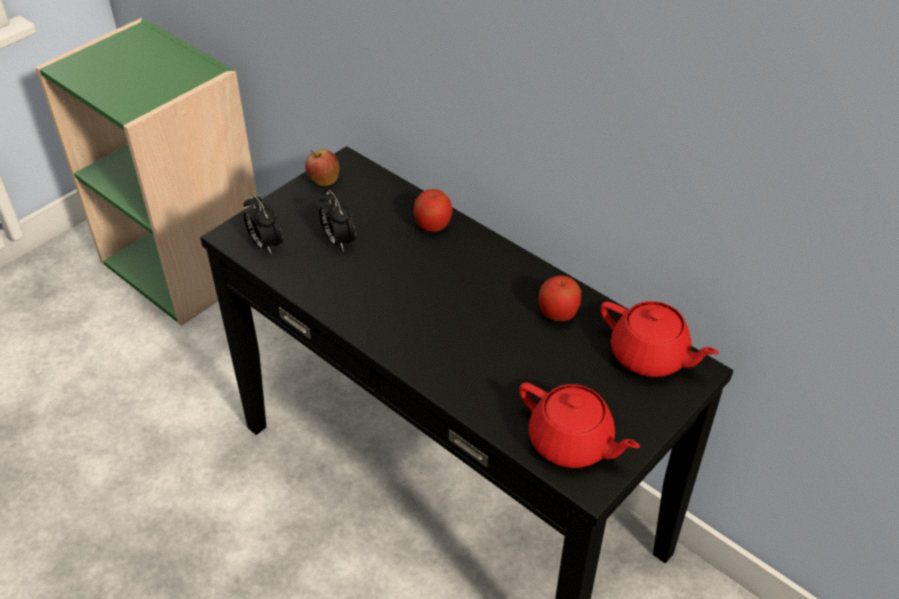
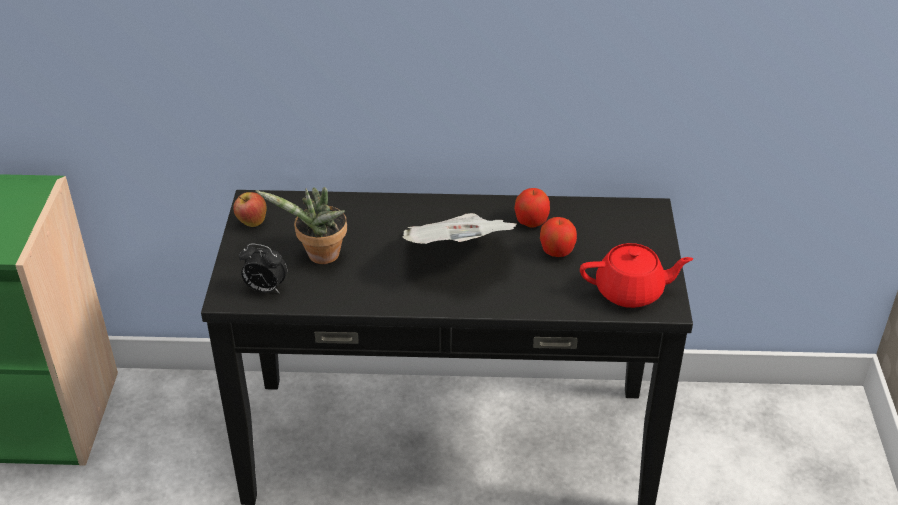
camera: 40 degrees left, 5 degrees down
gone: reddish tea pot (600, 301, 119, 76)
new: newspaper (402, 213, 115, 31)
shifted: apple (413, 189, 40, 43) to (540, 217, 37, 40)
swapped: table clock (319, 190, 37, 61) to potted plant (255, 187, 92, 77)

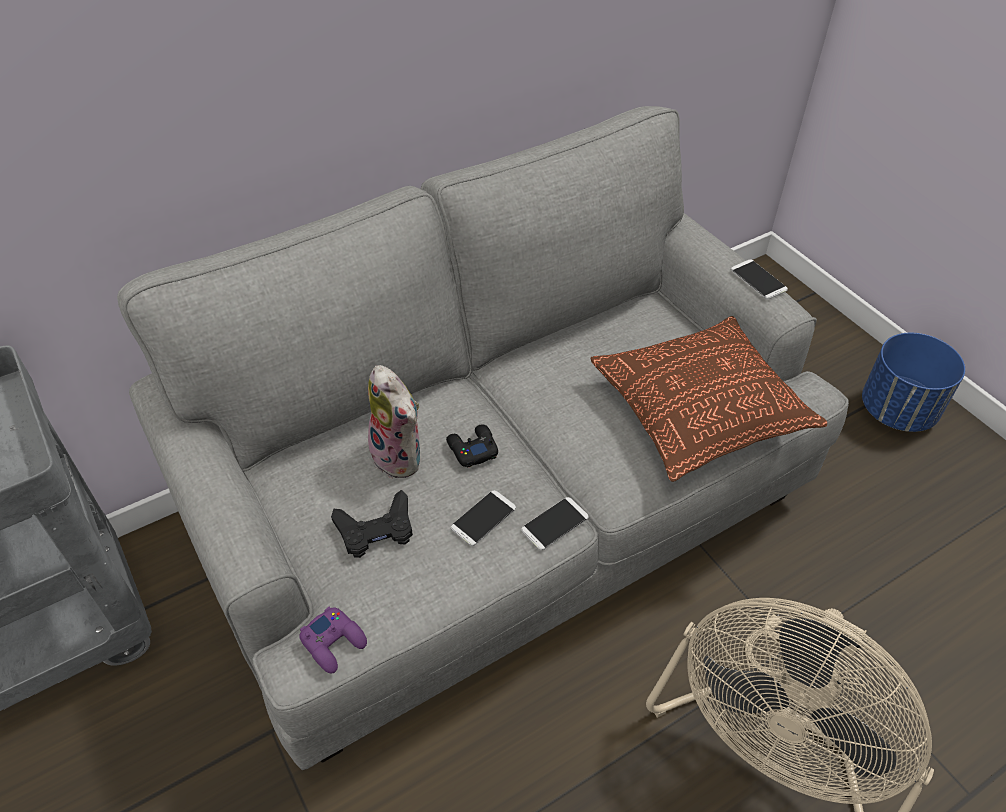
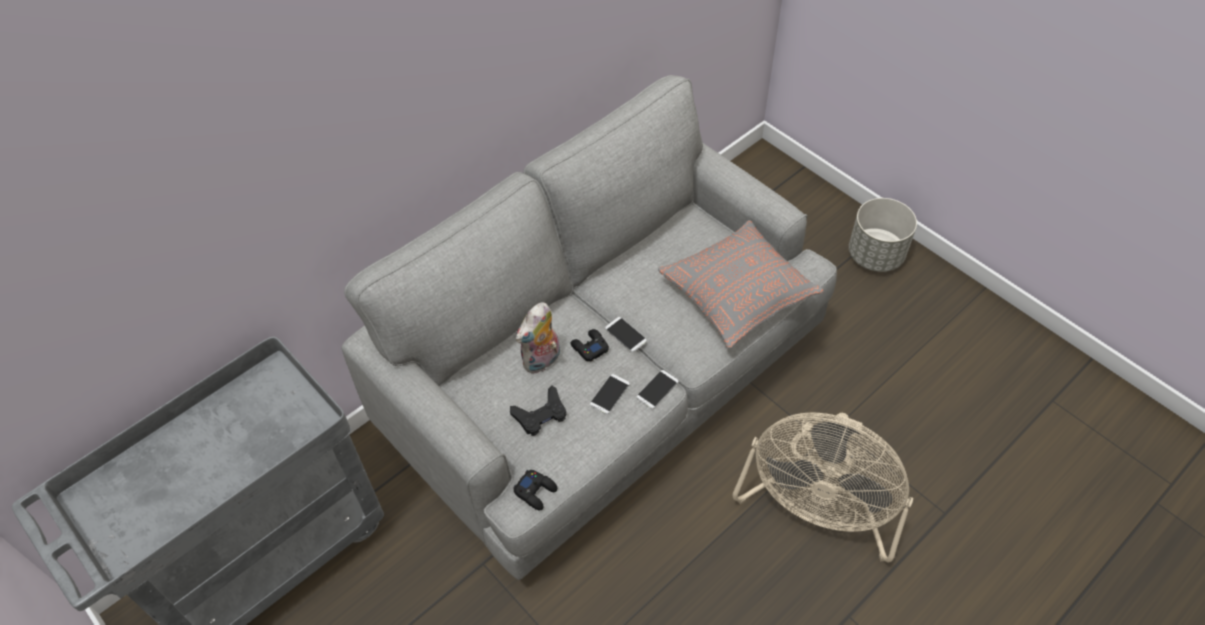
camera: 10 degrees left, 5 degrees up
shifted: phone (731, 260, 57, 39) to (605, 317, 42, 35)
repainted: purple-coloured game controller (299, 607, 68, 67) to black game controller (513, 470, 44, 41); brown pillow (590, 316, 237, 166) to gray pillow (658, 220, 166, 129); bluish flower pot (862, 333, 103, 99) to gray flower pot (849, 198, 68, 74)
rotated: cuddly toy (366, 365, 54, 114) = (516, 303, 44, 71) 90 degrees clockwise

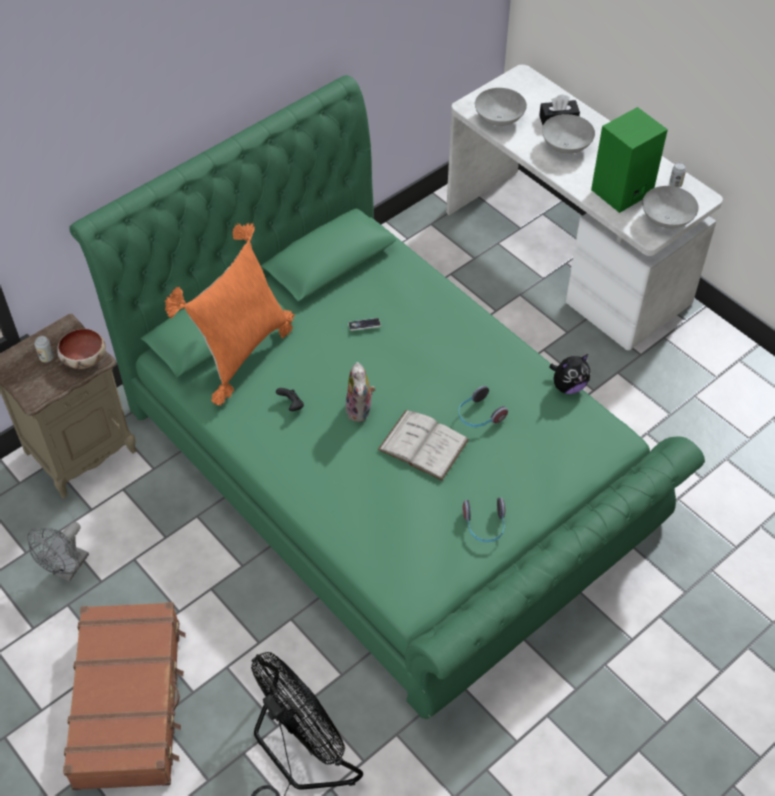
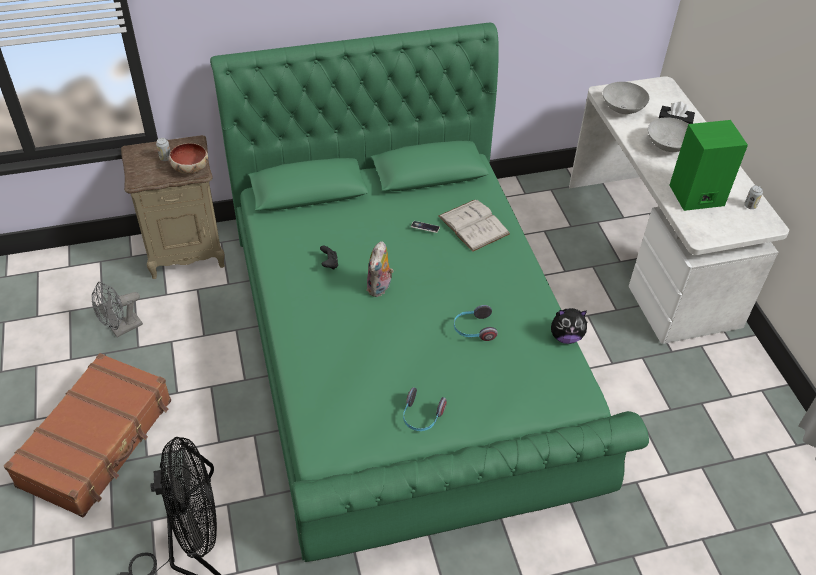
camera: 25 degrees right, 5 degrees down
gone: orange-coloured pillow (165, 223, 130, 183); gray bowl (642, 186, 57, 42)
shifted: white book (378, 410, 91, 70) to (438, 200, 72, 52)

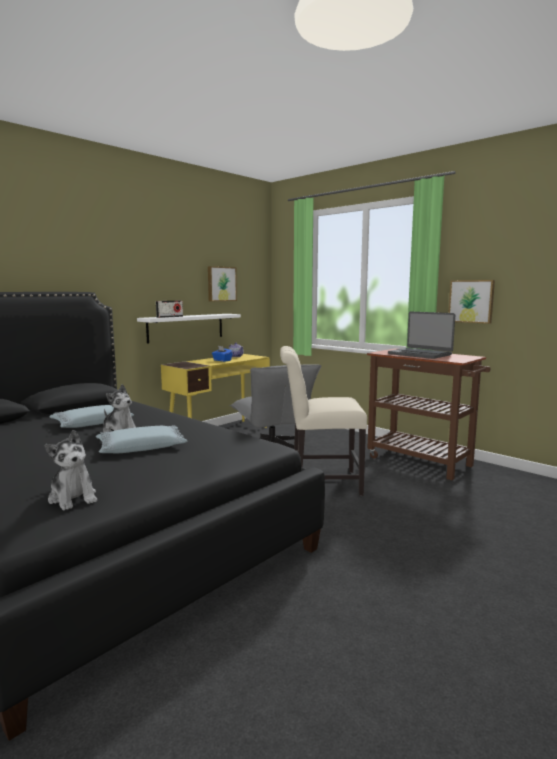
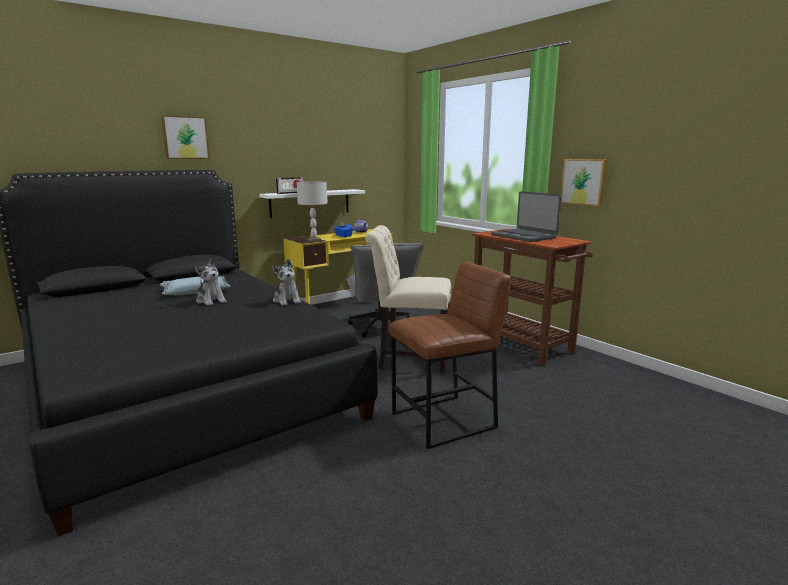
camera: 10 degrees right, 5 degrees up
gone: bluish pillow (96, 425, 91, 28)
new: gray tabletop lamp (296, 181, 31, 61); brown upright chair (389, 262, 122, 187)
shifted: cuddly toy (45, 430, 52, 80) to (272, 259, 29, 47); picture (208, 266, 29, 35) to (161, 115, 49, 44)

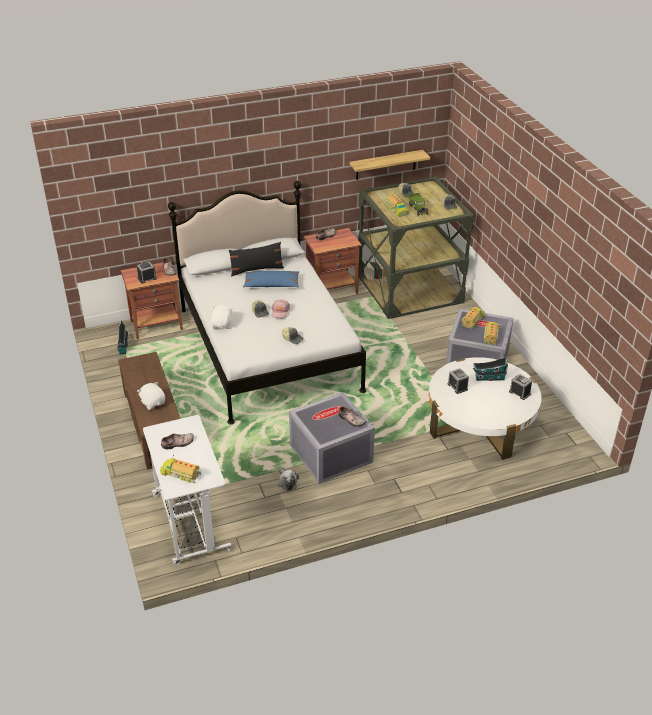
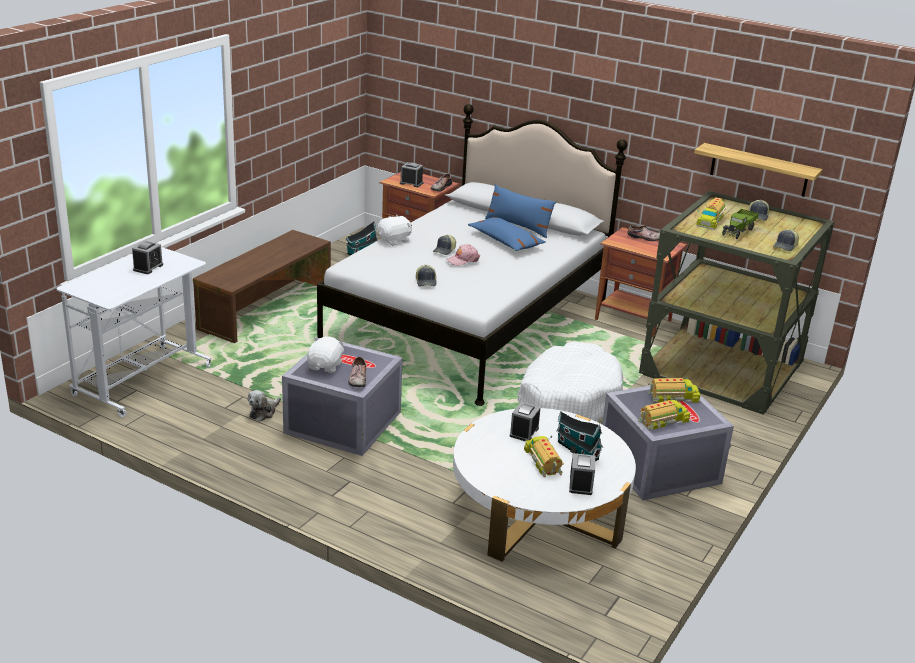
camera: 50 degrees right, 10 degrees down
new: white dog cushion (518, 342, 105, 79)
shifted: white cuddly toy (137, 382, 28, 28) to (307, 336, 39, 37); toy lorry (160, 455, 41, 28) to (524, 435, 40, 43)
swapped: item of footwear (161, 433, 33, 16) to table clock (132, 241, 31, 33)
repainted: black pillow (229, 242, 55, 35) to bluish pillow (485, 184, 71, 54)

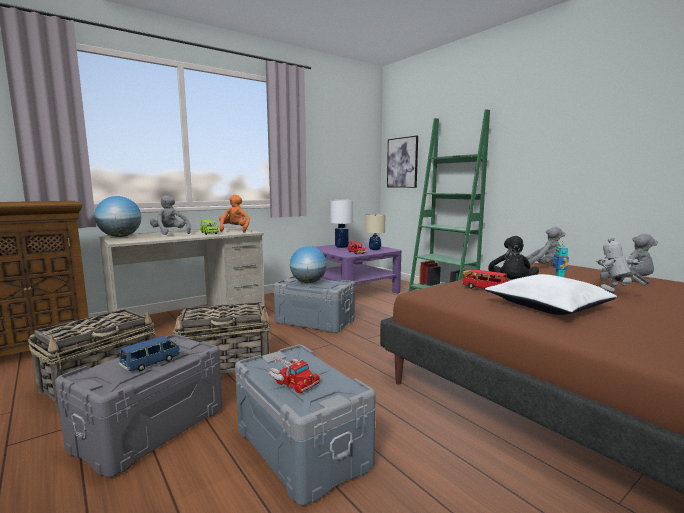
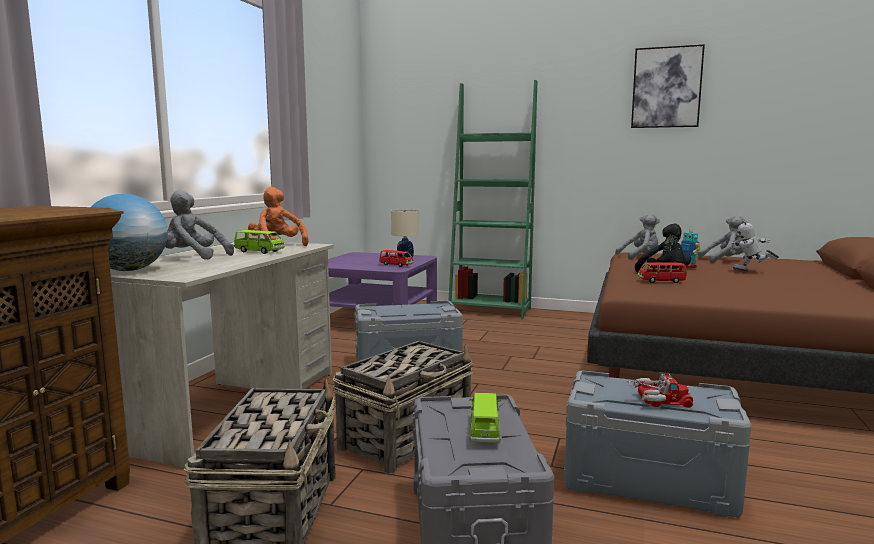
camera: 35 degrees left, 0 degrees up
gone: world globe (290, 246, 37, 37); white tabletop lamp (330, 200, 23, 48); white pillow (485, 274, 132, 41)
shifted: picture (387, 136, 31, 52) to (631, 44, 74, 84)
repainted: bluish miniature car (119, 336, 62, 35) to green-coloured miniature car (469, 393, 32, 50)

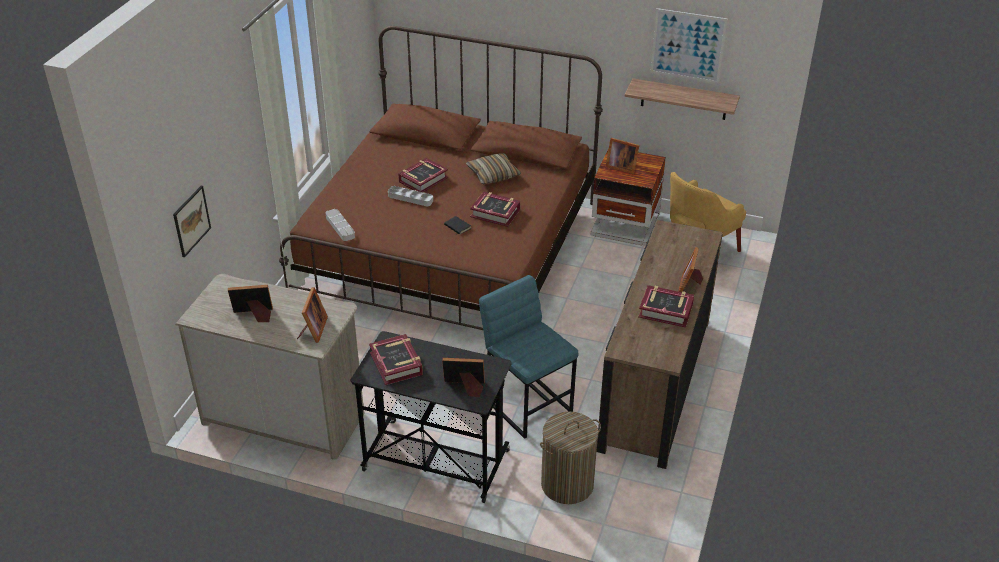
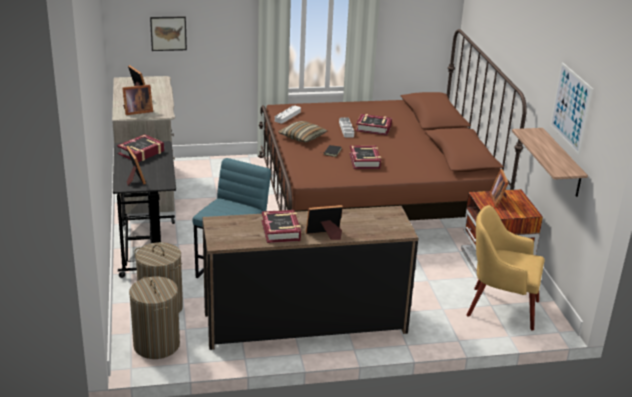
camera: 60 degrees right, 10 degrees down
new: hamper (129, 277, 51, 82)
shifted: pillow (466, 153, 55, 32) to (278, 121, 50, 21)

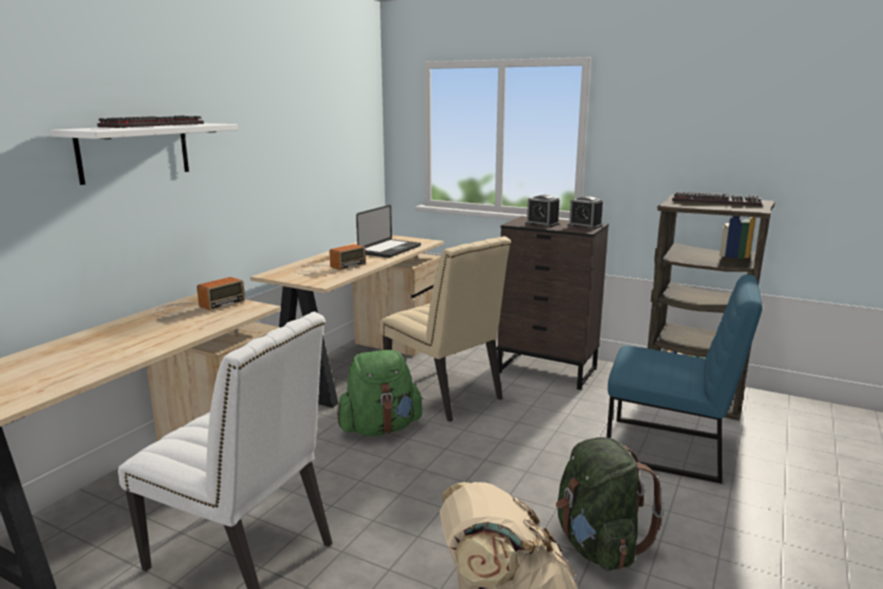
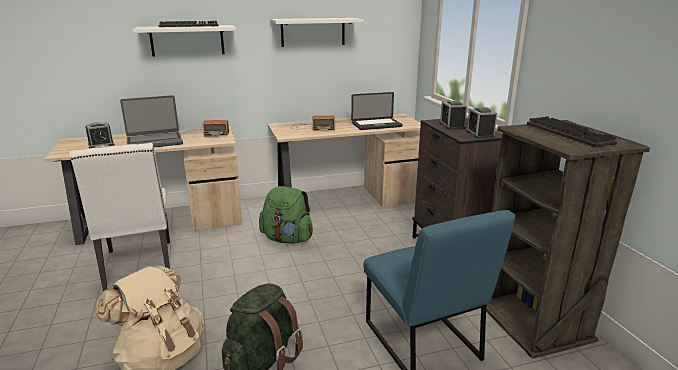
camera: 45 degrees right, 5 degrees up
gone: sand-coloured upright chair (380, 236, 131, 186)
new: table clock (85, 122, 29, 27); laptop (120, 95, 63, 52); white bracket shelf (270, 18, 94, 29)

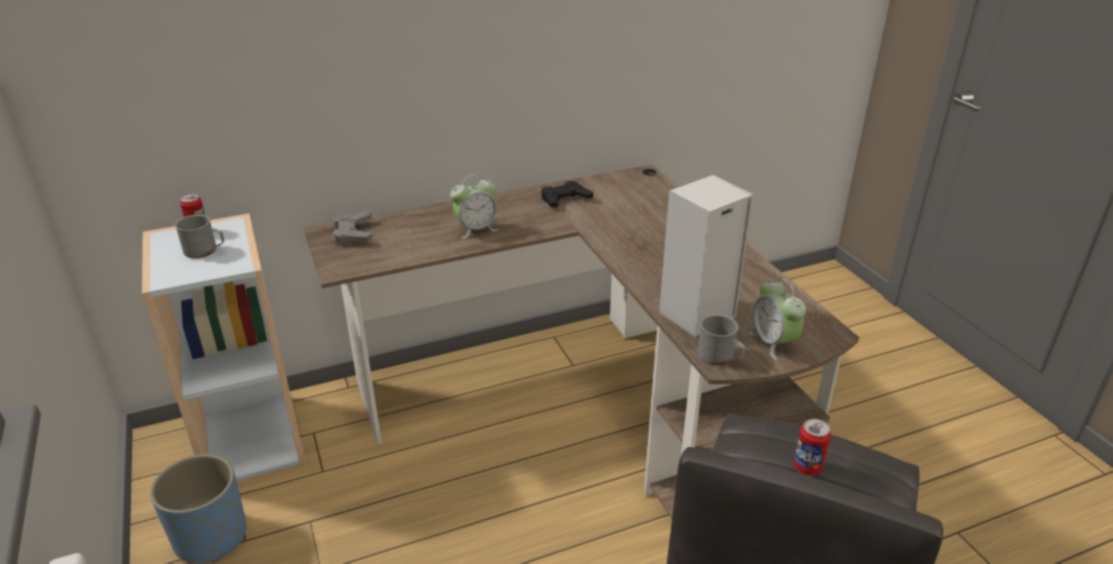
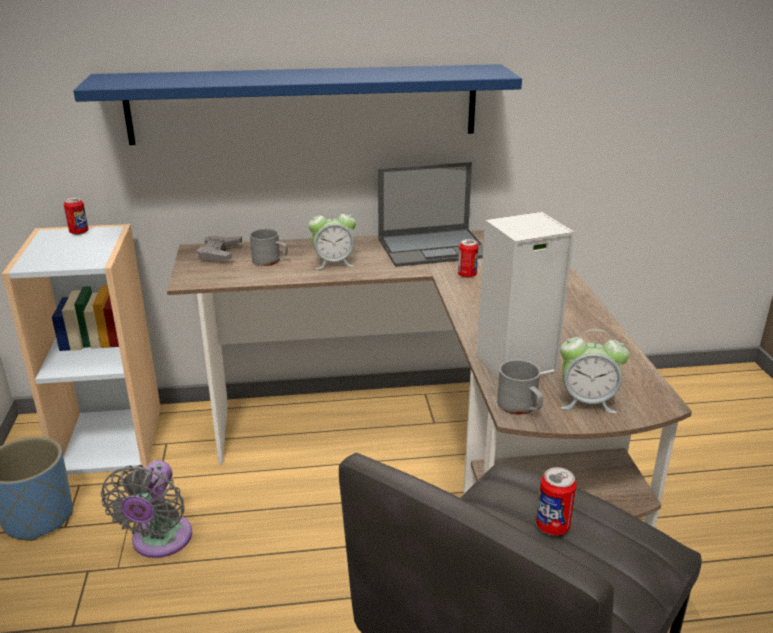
camera: 15 degrees right, 5 degrees down
new: bluish bracket shelf (73, 64, 449, 81); gray cooling fan (101, 460, 91, 98); can (458, 239, 20, 39)
shifted: gray mug (175, 215, 49, 43) to (249, 229, 39, 37)
swapped: black game controller (541, 181, 52, 27) to laptop (378, 162, 105, 105)
rotated: table clock (749, 279, 57, 81) = (560, 329, 69, 84) 75 degrees counterclockwise

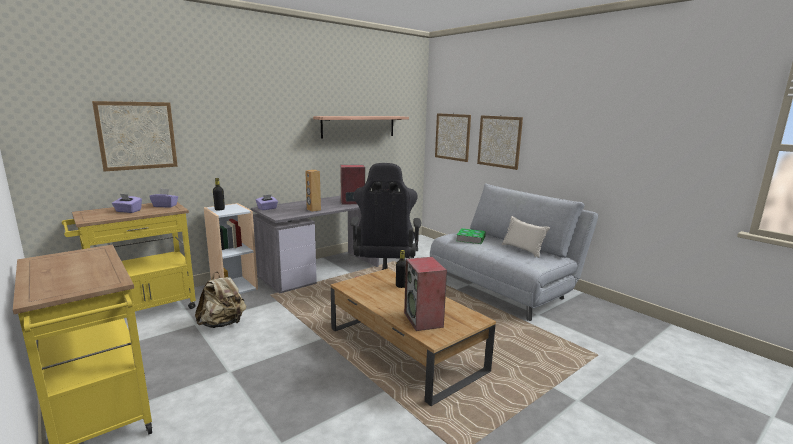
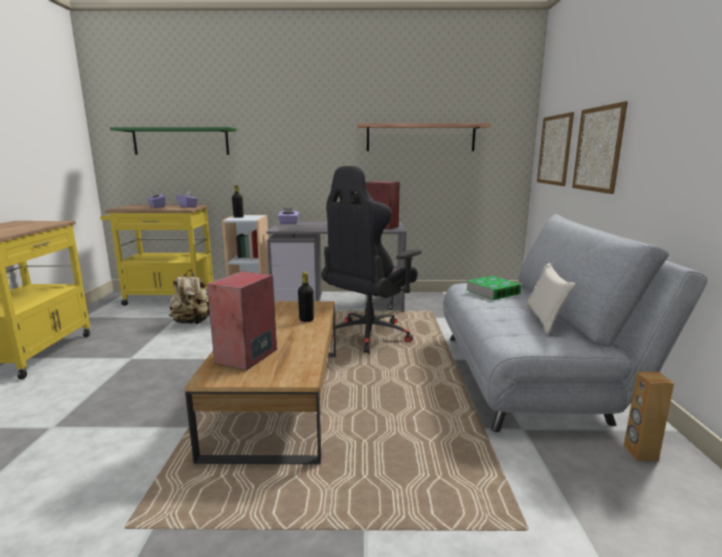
camera: 40 degrees right, 0 degrees up
shifted: brown loudspeaker (305, 170, 16, 42) to (624, 372, 50, 89)
swapped: picture (92, 100, 86, 72) to green-coloured bracket shelf (110, 127, 127, 28)

